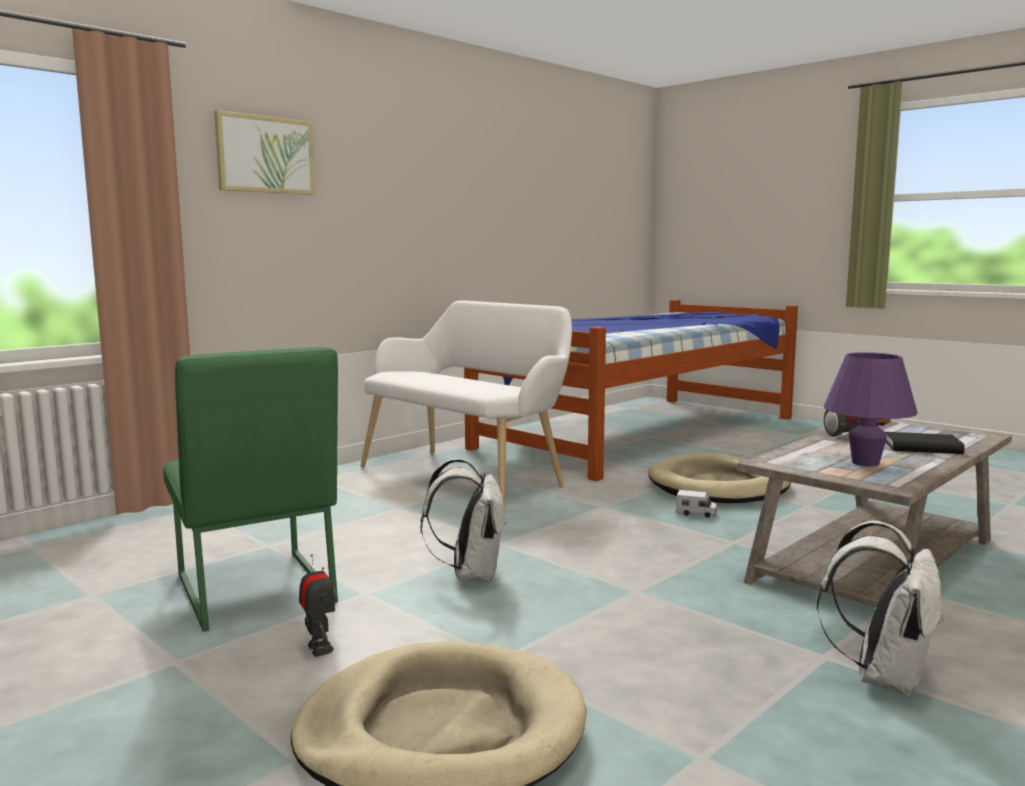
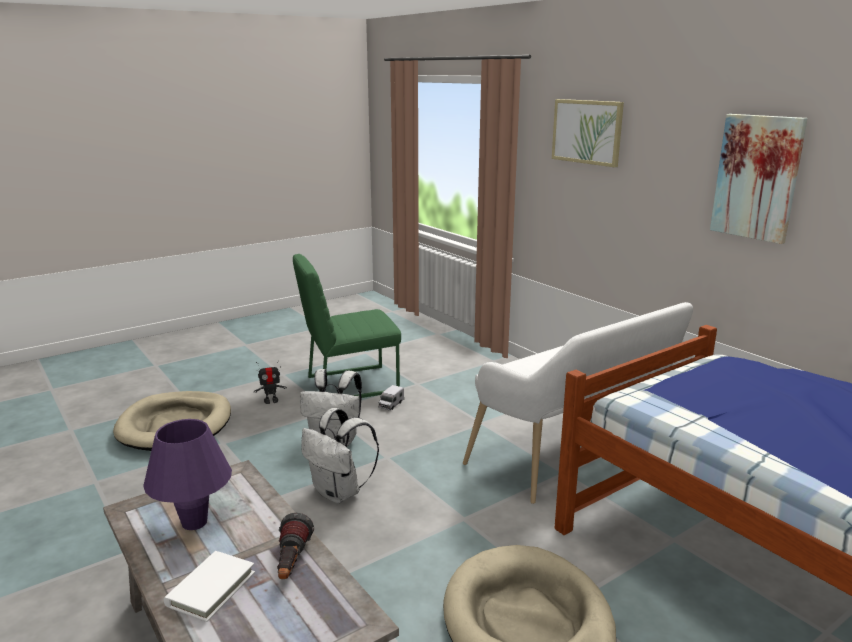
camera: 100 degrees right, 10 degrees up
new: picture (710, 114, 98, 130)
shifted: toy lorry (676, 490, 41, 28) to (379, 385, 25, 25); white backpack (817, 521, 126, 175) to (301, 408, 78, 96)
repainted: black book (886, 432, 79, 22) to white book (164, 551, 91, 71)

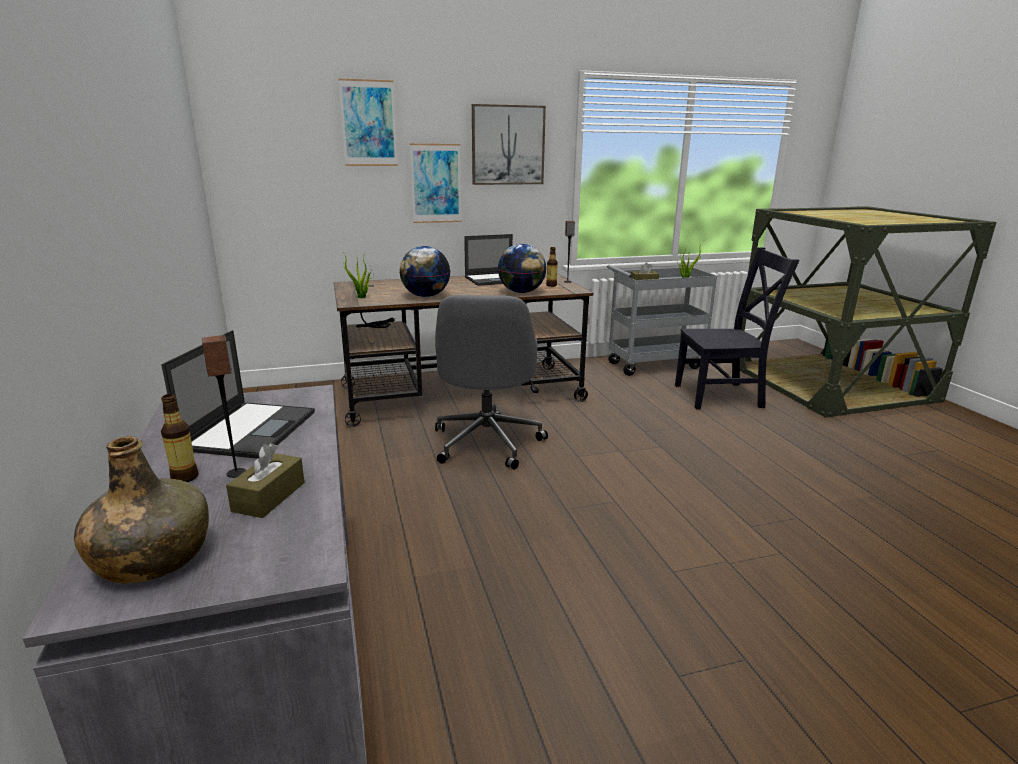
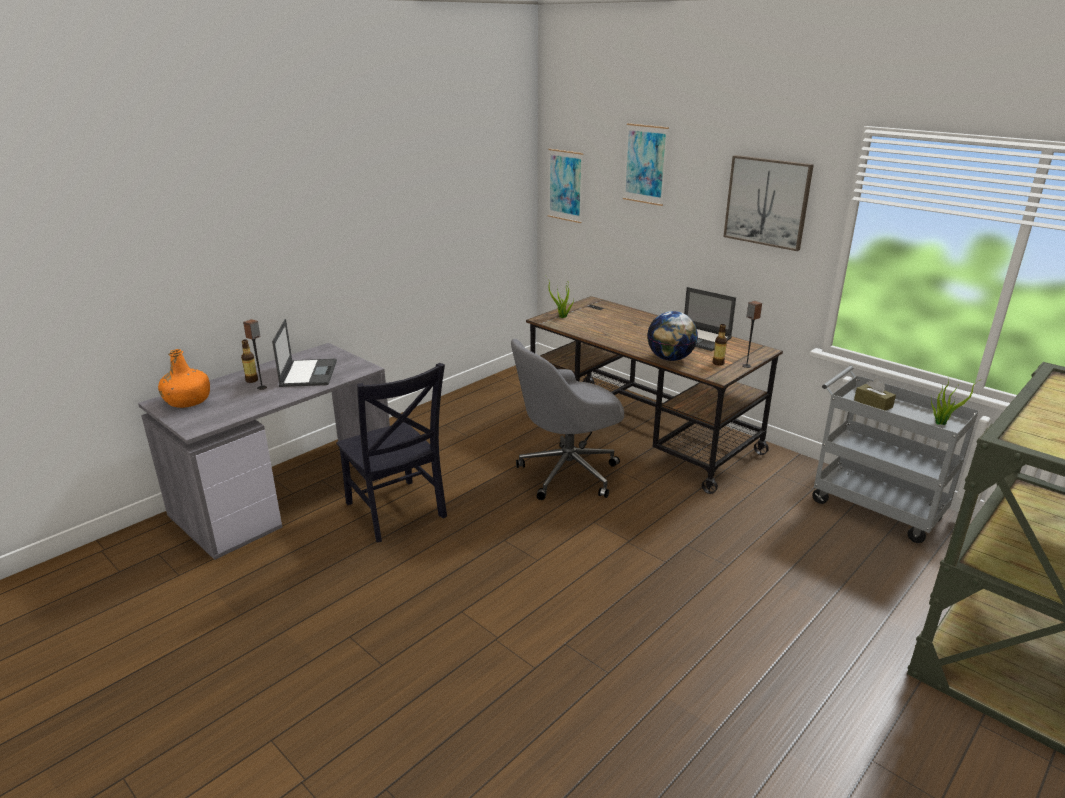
camera: 60 degrees right, 5 degrees up
gone: brown tissue box (226, 443, 79, 75); world globe (399, 246, 51, 51)
shifted: picture (410, 144, 51, 79) to (548, 149, 36, 74); black upright chair (675, 247, 125, 162) to (336, 363, 111, 180)
repainted: green-coloured drink bottle (74, 436, 135, 147) to orange-coloured drink bottle (158, 349, 52, 59)
rotated: laptop (161, 330, 154, 129) = (272, 319, 65, 68) 75 degrees counterclockwise

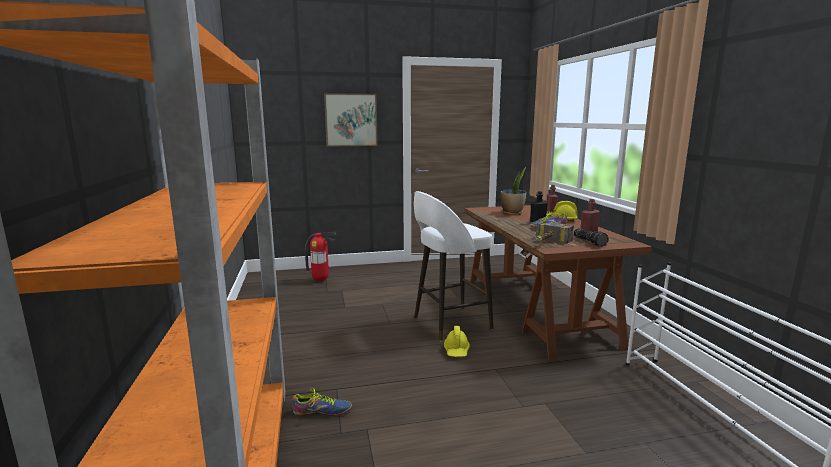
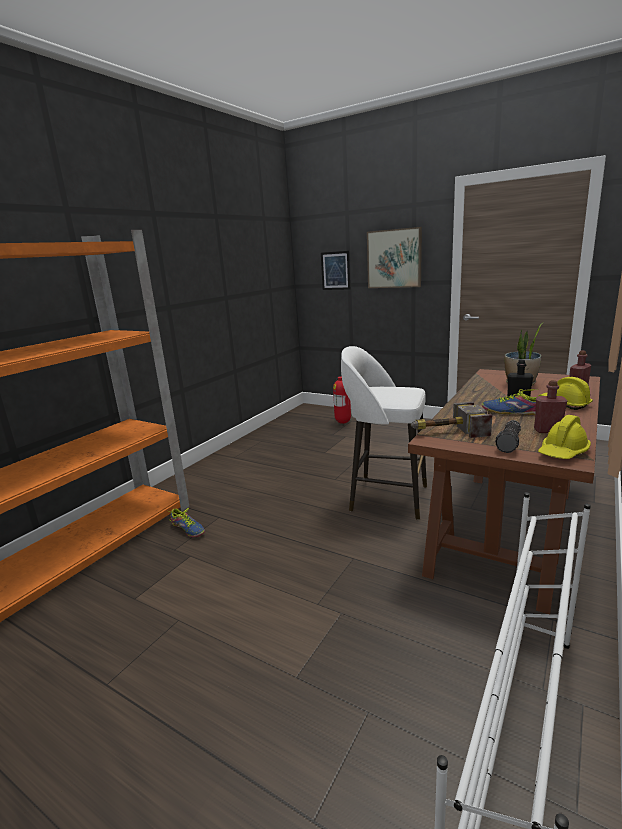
camera: 45 degrees right, 5 degrees up
new: picture (321, 251, 29, 39)
shifted: yellowish work helmet (444, 326, 26, 31) to (538, 415, 53, 44)

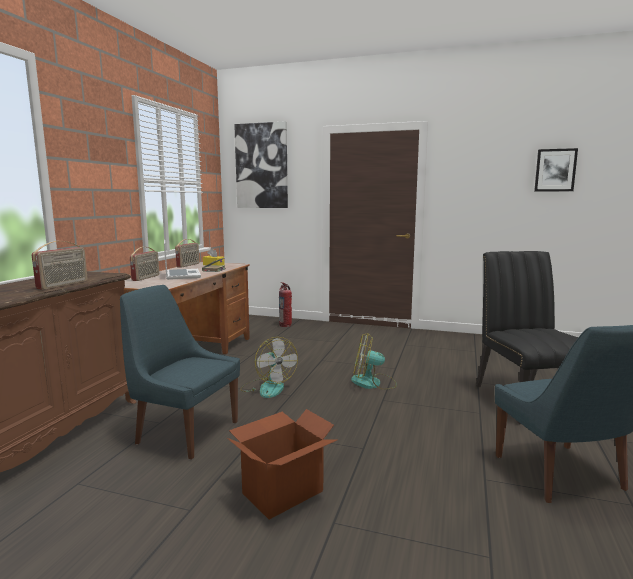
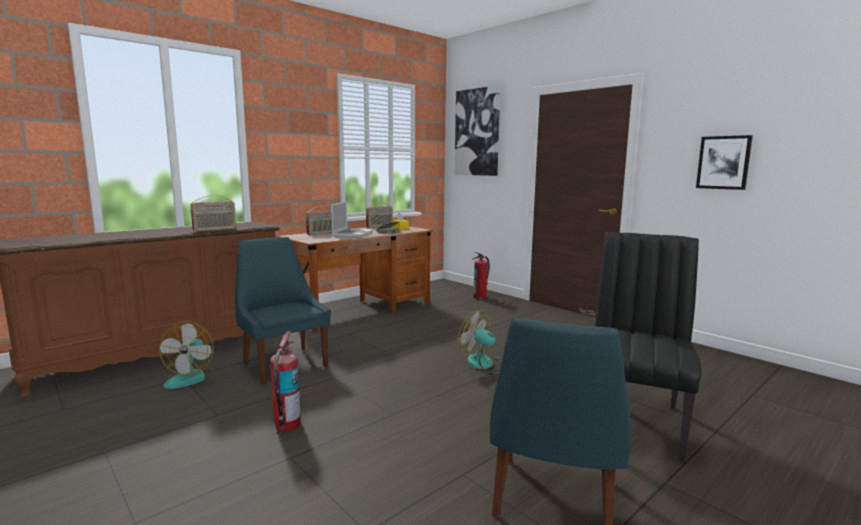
camera: 30 degrees right, 0 degrees up
shifted: cooling fan (240, 337, 58, 61) to (159, 322, 55, 67); picture (534, 148, 44, 44) to (696, 135, 57, 55)
swapped: packing box (227, 409, 110, 110) to fire extinguisher (270, 331, 31, 100)

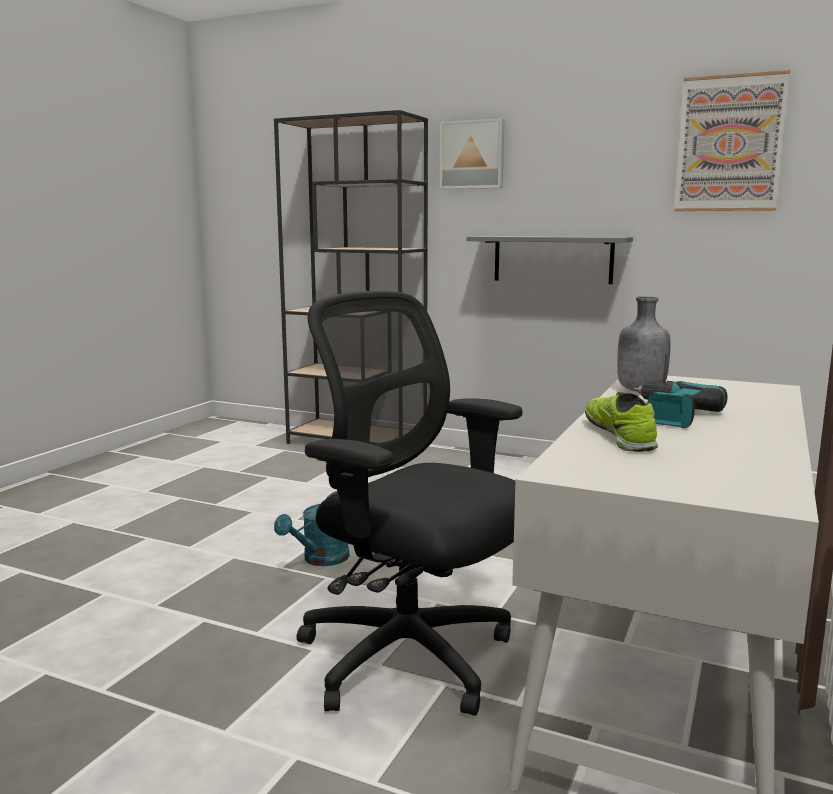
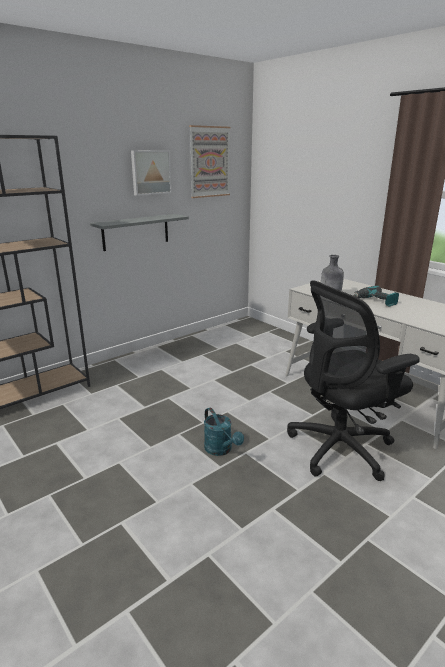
camera: 65 degrees left, 10 degrees up
gone: item of footwear (585, 392, 73, 60)
shifted: picture (440, 118, 65, 71) to (131, 150, 41, 46)

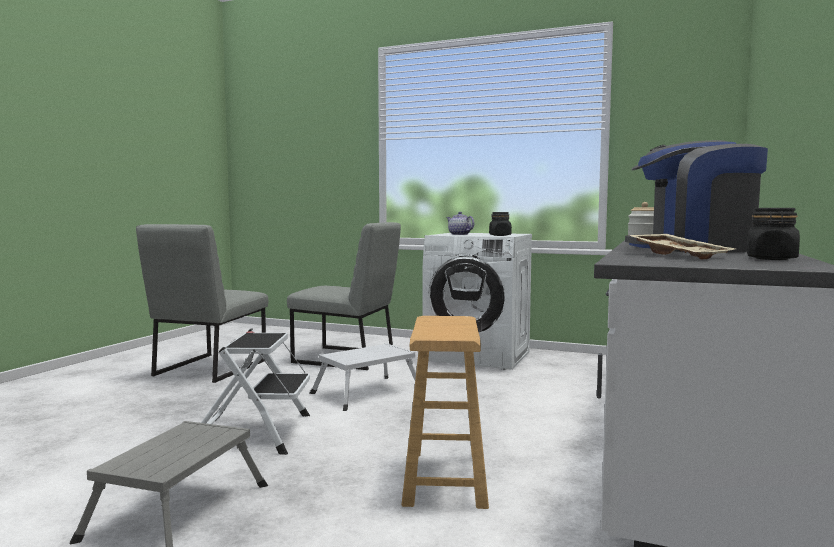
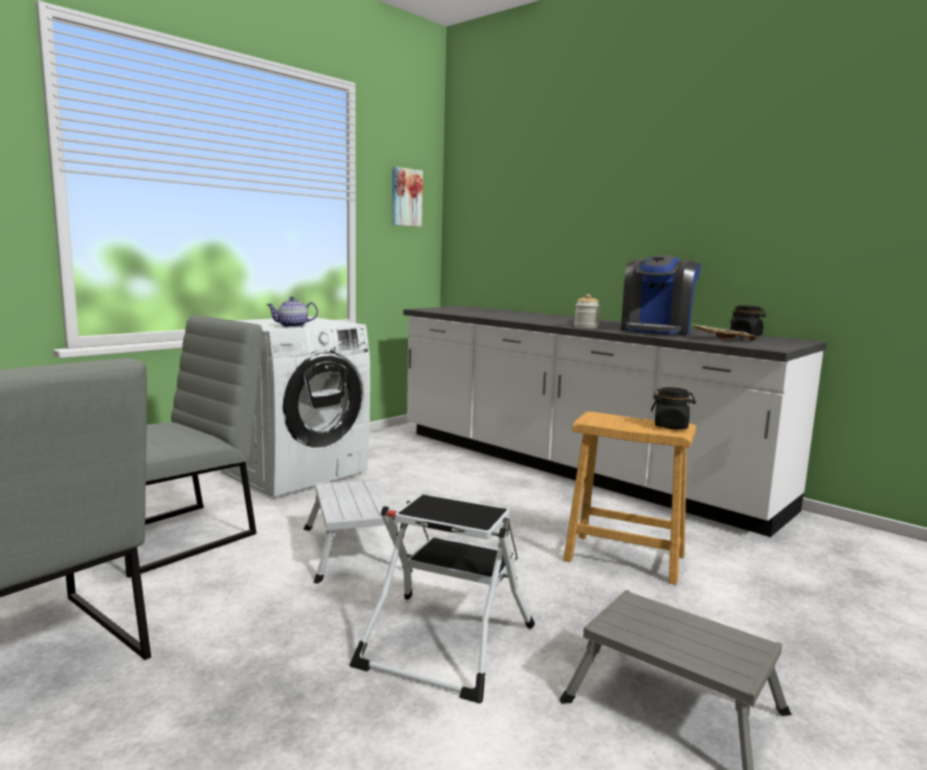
camera: 70 degrees left, 5 degrees up
new: picture (392, 166, 31, 61)
shifted: black jar (489, 212, 23, 24) to (651, 387, 45, 42)

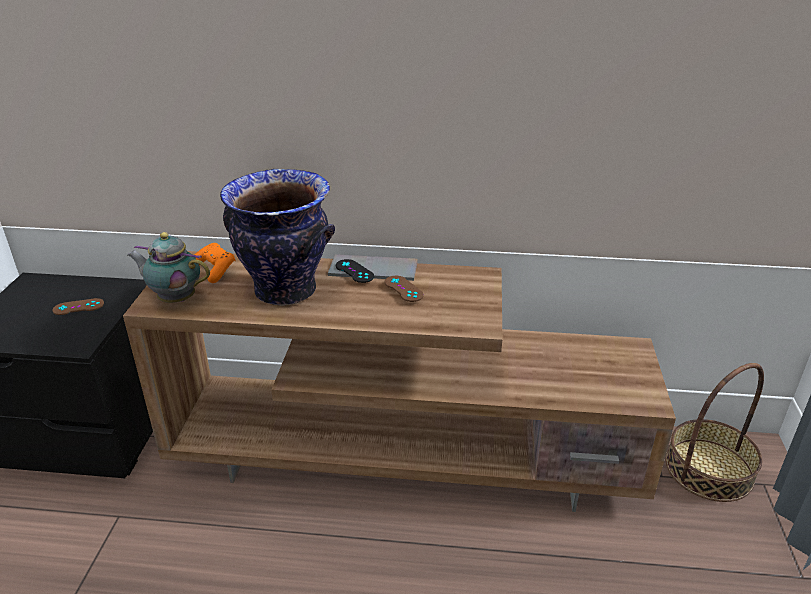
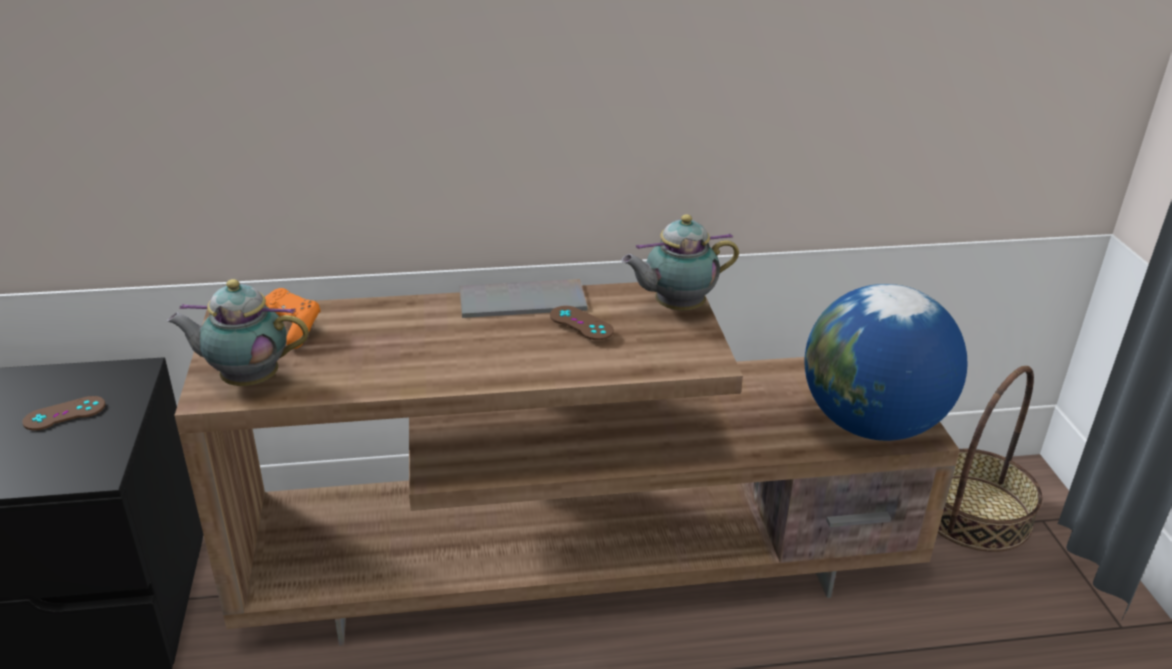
camera: 15 degrees left, 0 degrees up
gone: flower vase (220, 169, 115, 137); black game controller (336, 259, 38, 24)
new: tea pot (621, 214, 118, 97); world globe (805, 284, 163, 157)

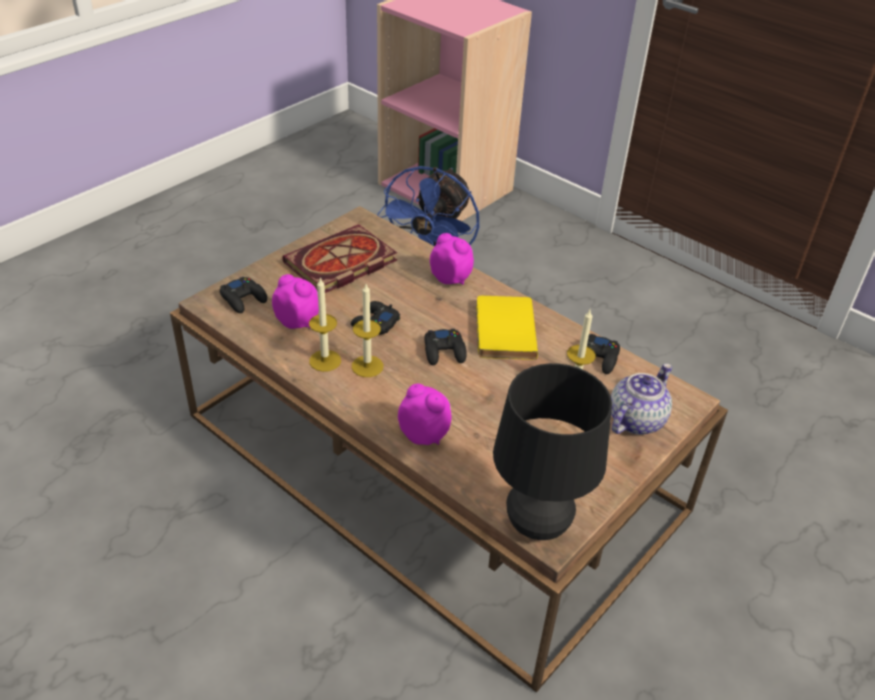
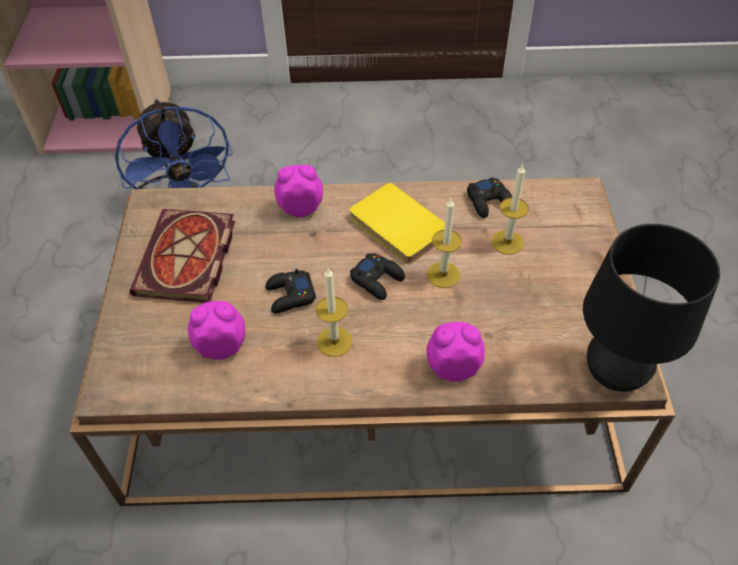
camera: 40 degrees left, 10 degrees up
gone: black game controller (220, 277, 47, 36); tea pot (611, 364, 61, 71)
shifted: wax light (309, 277, 32, 95) to (427, 198, 35, 90)

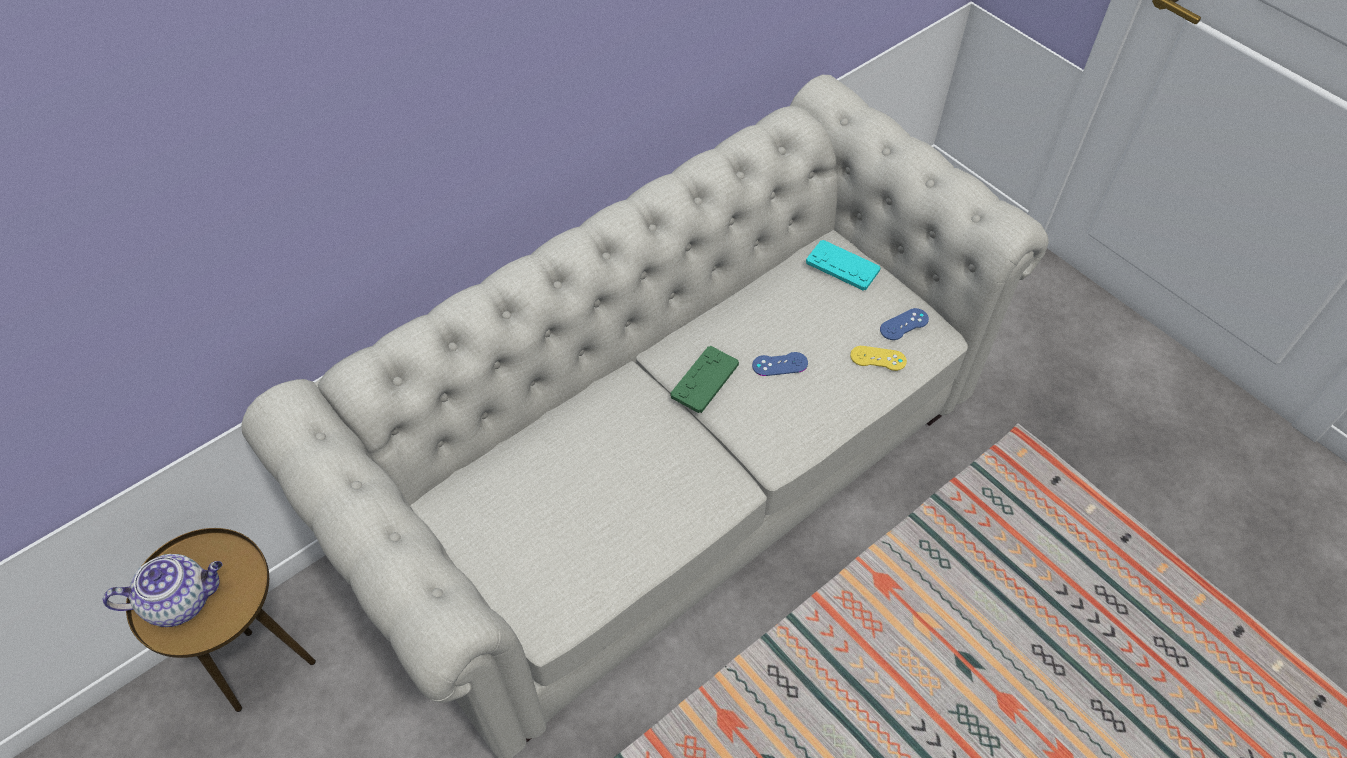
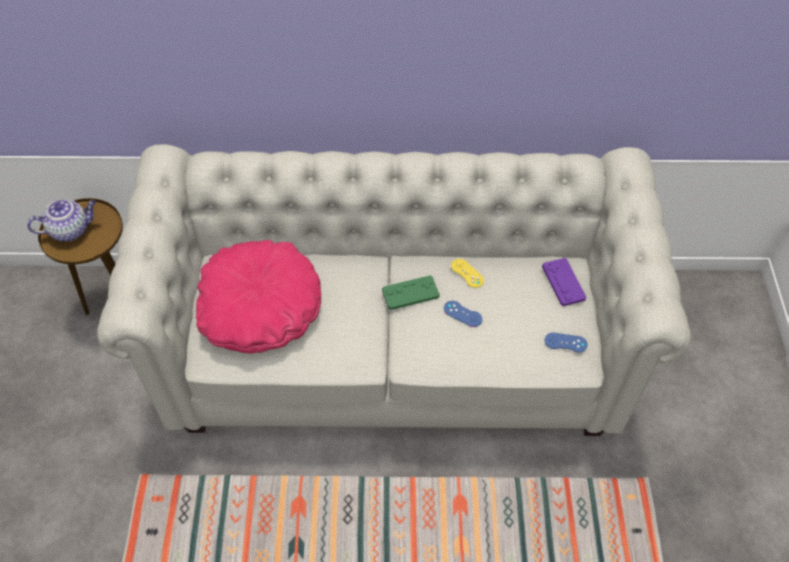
camera: 40 degrees right, 0 degrees up
new: pink-coloured pillow (196, 240, 125, 114)
shifted: yellowish game controller (850, 346, 57, 25) to (451, 259, 33, 29)
repainted: turquoise game controller (806, 240, 74, 51) to purple-coloured game controller (542, 258, 44, 48)
rotated: tea pot (102, 554, 120, 73) = (27, 199, 69, 43) 45 degrees counterclockwise

